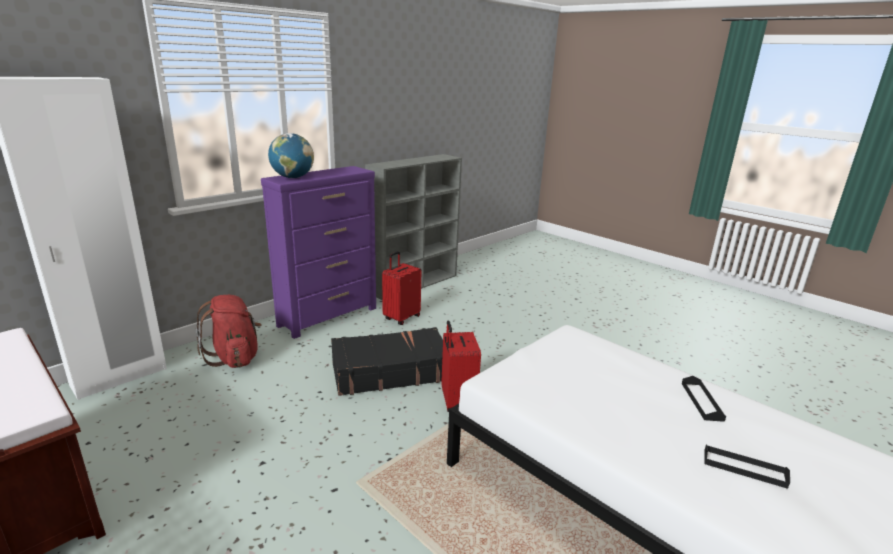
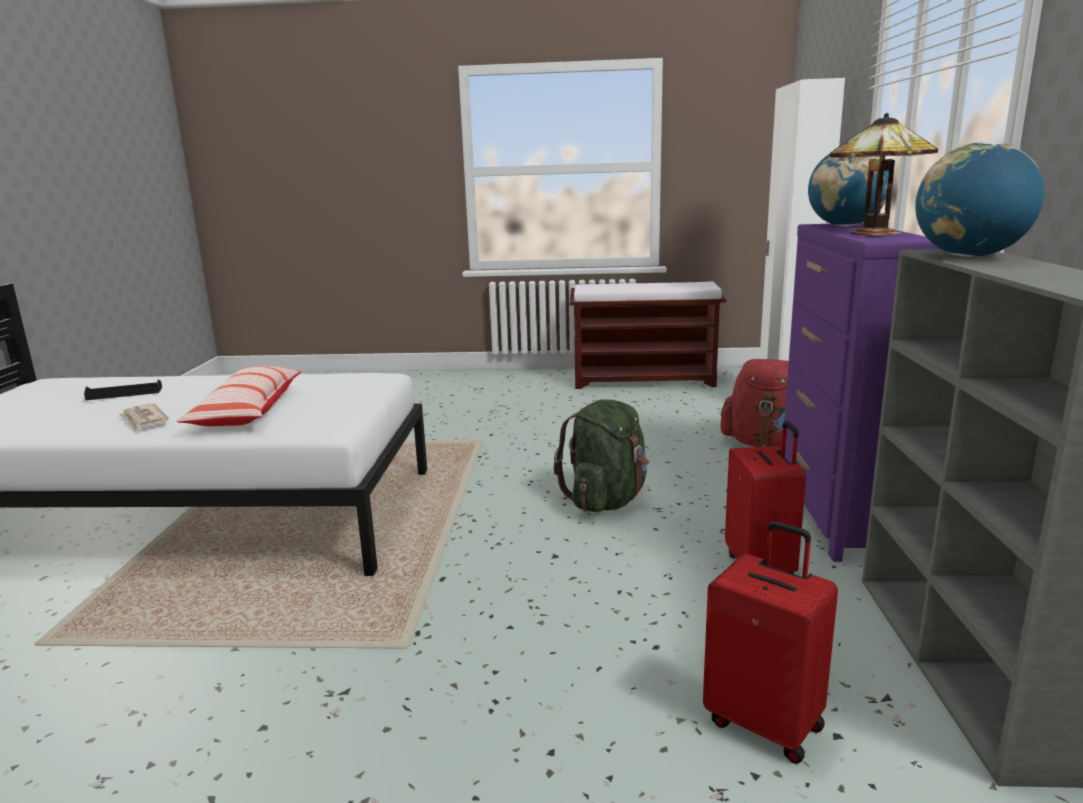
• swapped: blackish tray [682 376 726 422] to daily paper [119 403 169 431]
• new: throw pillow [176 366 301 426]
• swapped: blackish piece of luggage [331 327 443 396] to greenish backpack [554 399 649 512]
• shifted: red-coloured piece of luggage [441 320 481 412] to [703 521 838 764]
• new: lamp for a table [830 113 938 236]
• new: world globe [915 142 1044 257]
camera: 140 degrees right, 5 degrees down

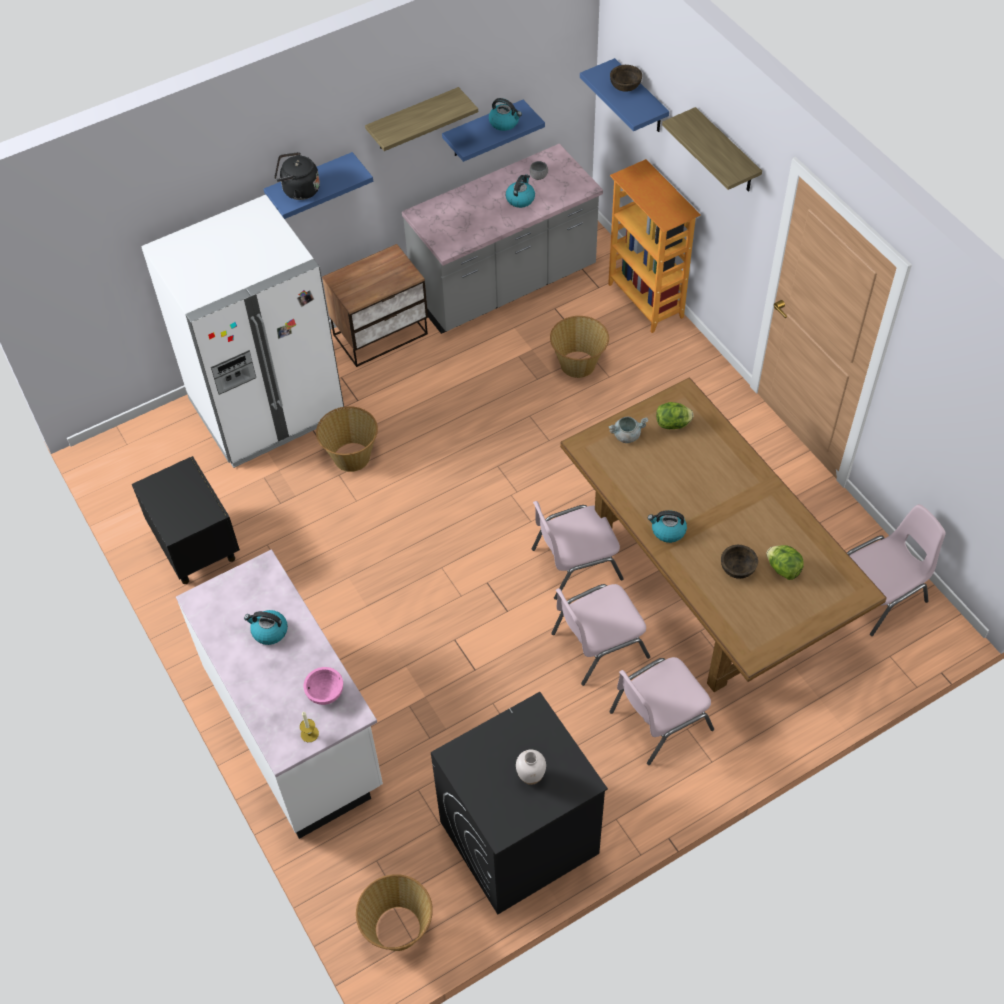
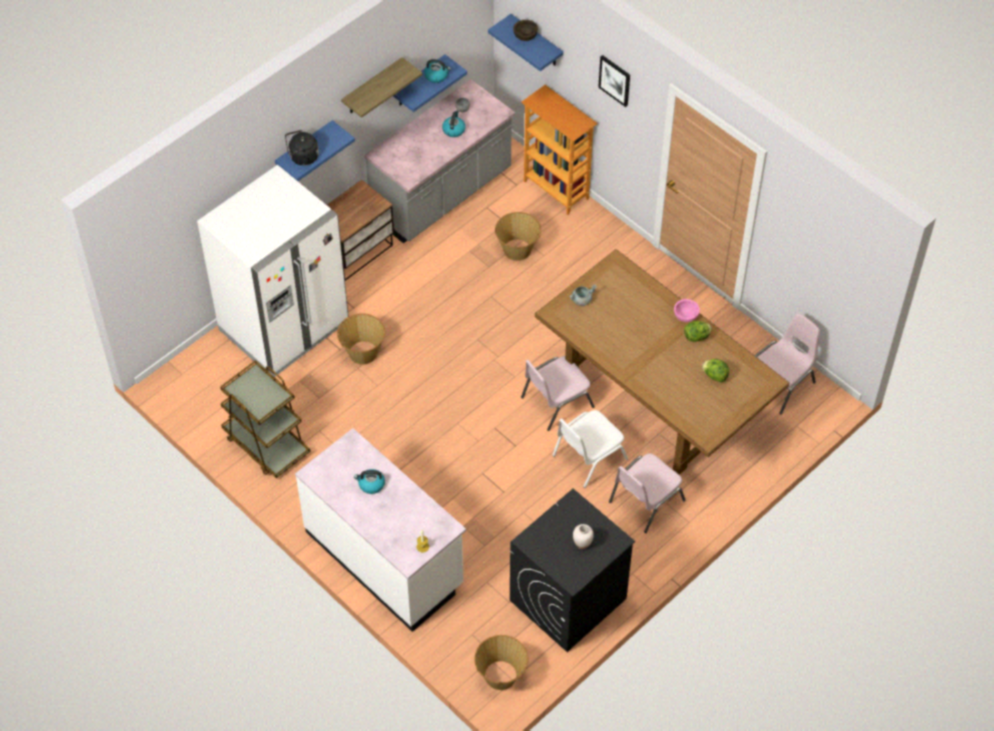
• swapped: blackish night table [132 456 240 584] to brown cart [220 360 310 478]
• repainted: pink chair [551 584 650 686] to white-coloured chair [552 410 628 488]
• swapped: wall shelf [662 107 762 192] to picture [598 55 630 107]
• shifted: pink deep dish [303 667 343 705] to [674 299 700 322]
• shifted: lettuce [656 402 693 429] to [684 321 712 342]
• gone: kettle [647 510 687 543]
• gone: brown deep dish [721 545 758 579]
camera: 15 degrees left, 0 degrees up

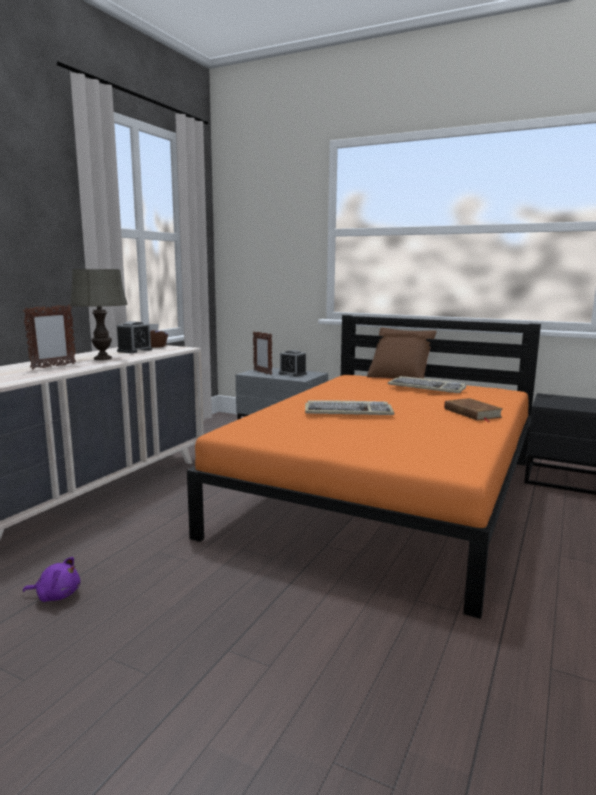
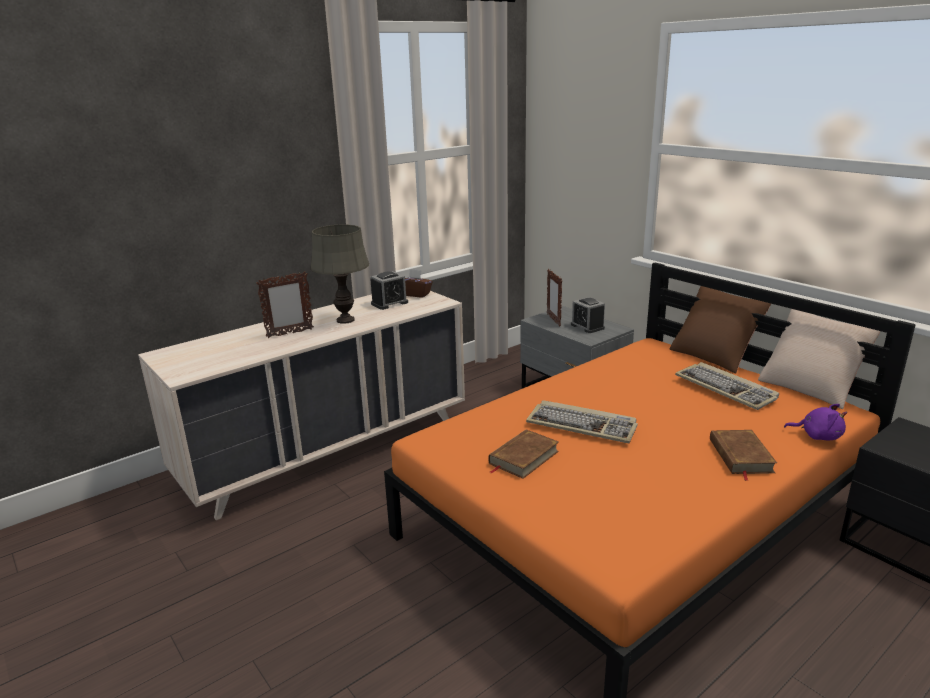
• new: brown volume [488 429 559 479]
• new: beige throw pillow [758 309 881 409]
• shifted: purplish soft toy [23 557 80 602] to [784 404 847 440]
camera: 25 degrees right, 10 degrees up

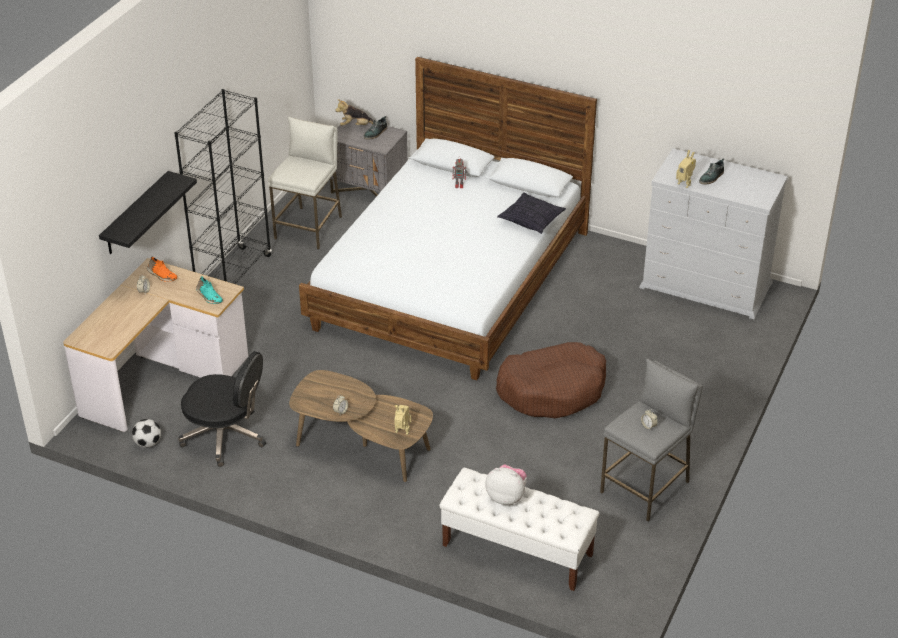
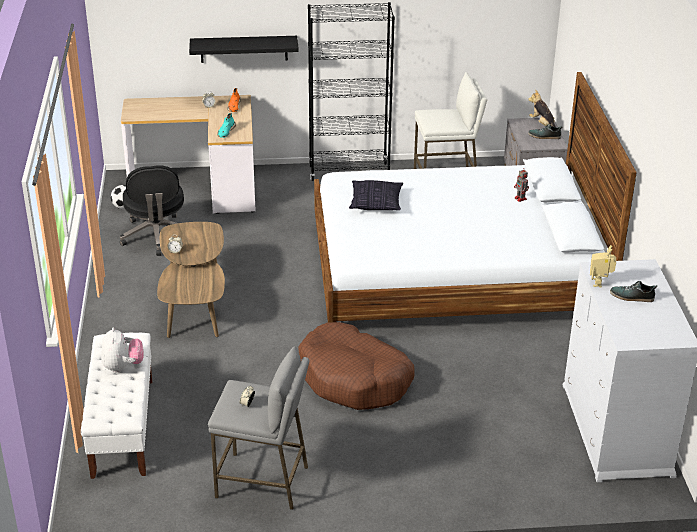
• shifted: throw pillow [497 192 566 234] to [349 180 403 210]
• gone: robot figure [394 405 411 435]
camera: 60 degrees right, 5 degrees down

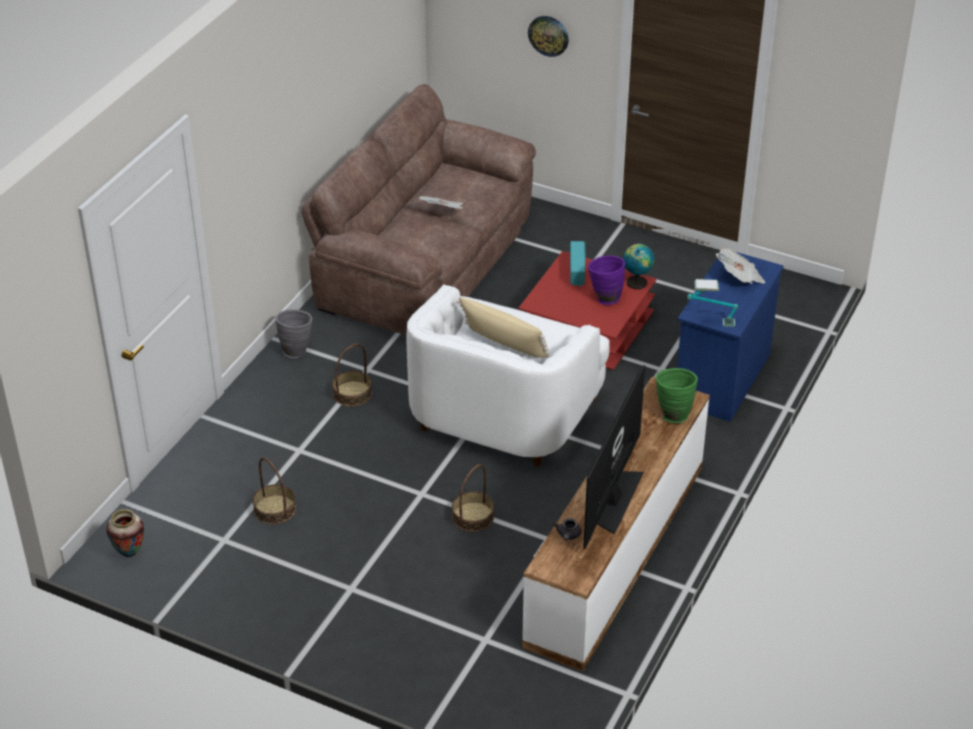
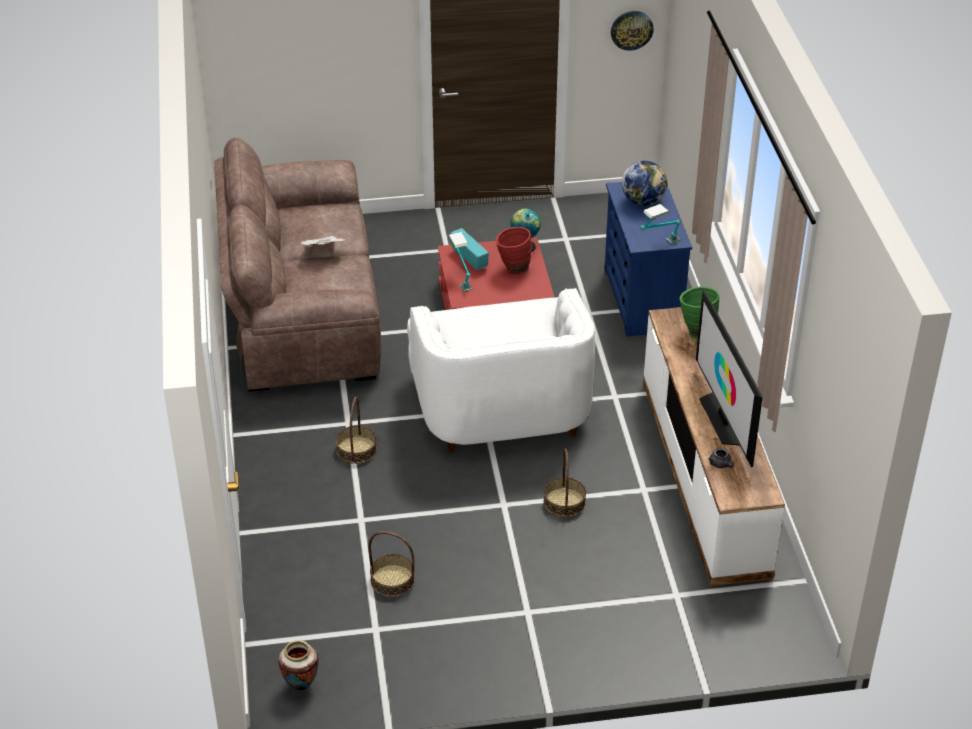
• new: lamp for a table [448 232 473 292]
• repainted: purplish vase [588 255 625 305] to red-coloured vase [496 227 532 276]
• shifted: clock on the wall [528 16 569 57] to [611 11 654 51]
• swapped: daily paper [716 248 765 284] to world globe [622 161 667 206]
• gone: grey vase [275 309 312 358]
• gone: beige throw pillow [456 298 551 358]
camera: 35 degrees left, 0 degrees up

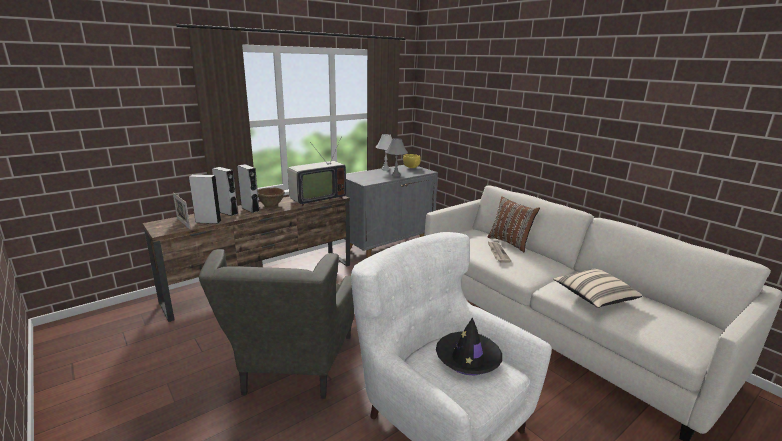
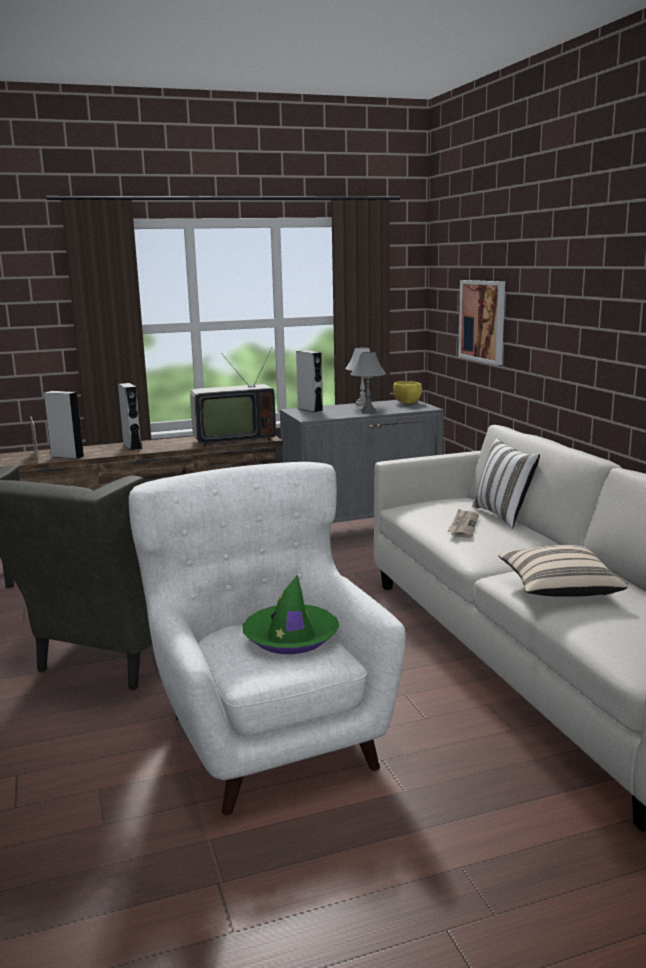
• repainted: blackish hat [436 317 502 375] to greenish hat [243 575 339 654]
• shifted: grey loudspeaker [212 167 238 216] to [296 350 323 412]
• new: picture [458 280 505 365]
• repainted: brown throw pillow [488 196 540 252] to white-coloured throw pillow [472 439 540 529]
• gone: brown deep dish [258 188 285 208]
camera: 20 degrees right, 5 degrees down

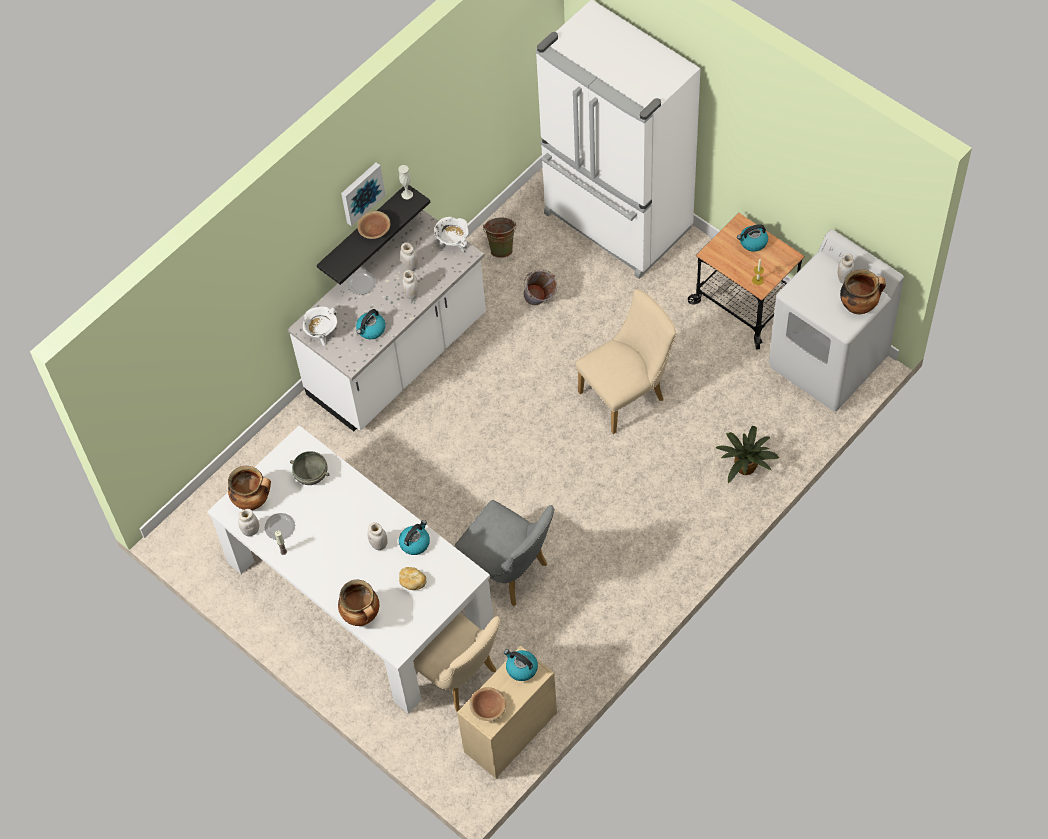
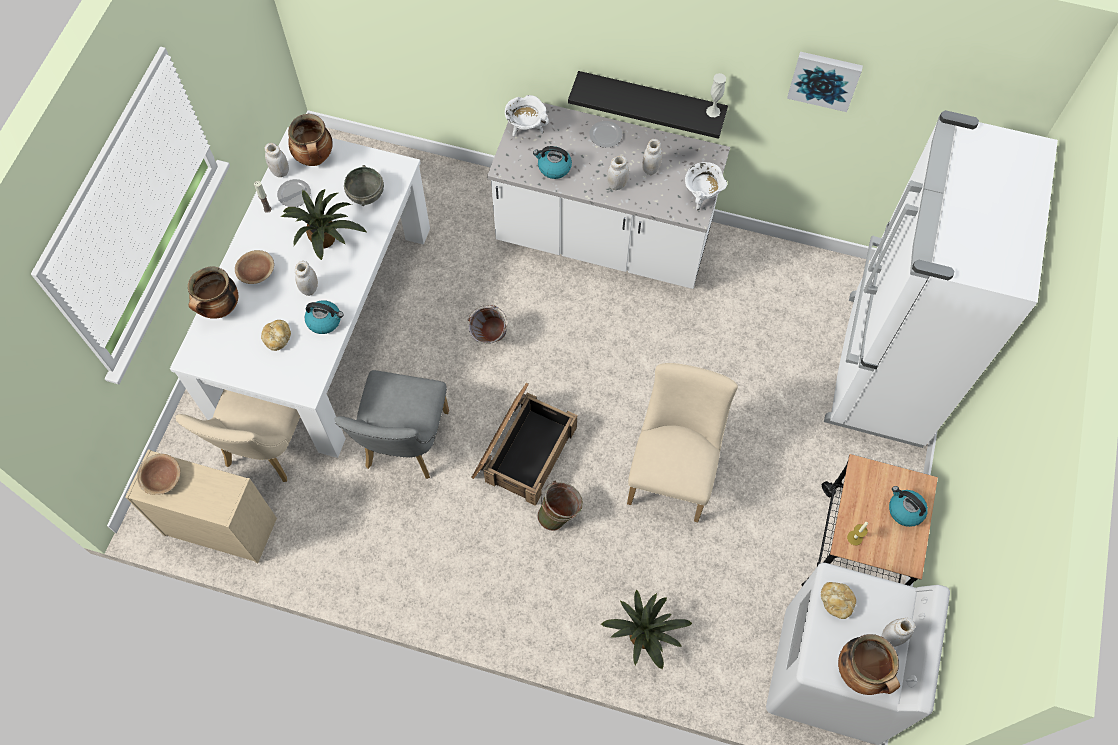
• shifted: brown deep dish [357 211 391 239] to [235 250 274 284]
• new: houseplant [281 189 367 260]
• shifted: grey water bucket [523 269 557 305] to [468 305 507 344]
• new: crate [471 383 577 506]
• shifted: greenish water bucket [483 218 516 258] to [537 480 583 531]
• rotated: beige chair [576 290 676 434] = [627 363 738 522] 105 degrees counterclockwise
• shifted: picture [341 163 385 226] to [787 52 863 112]
• new: bread [821 582 856 619]
• gone: kettle [504 649 538 681]
camera: 60 degrees right, 5 degrees up

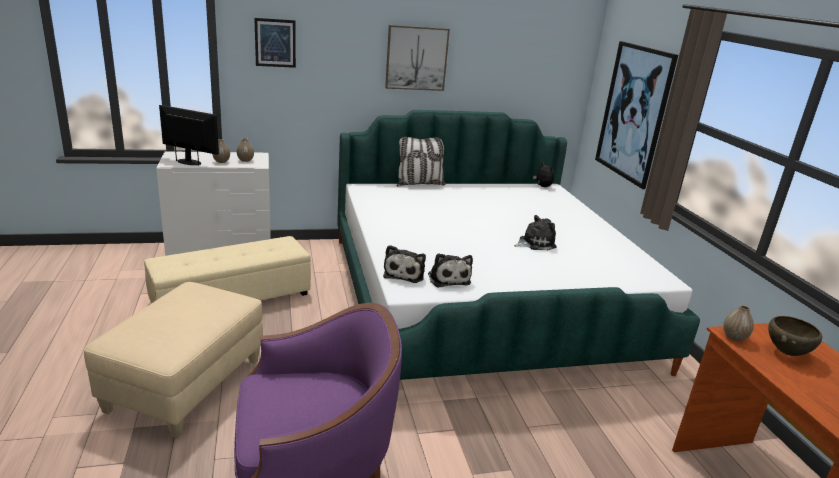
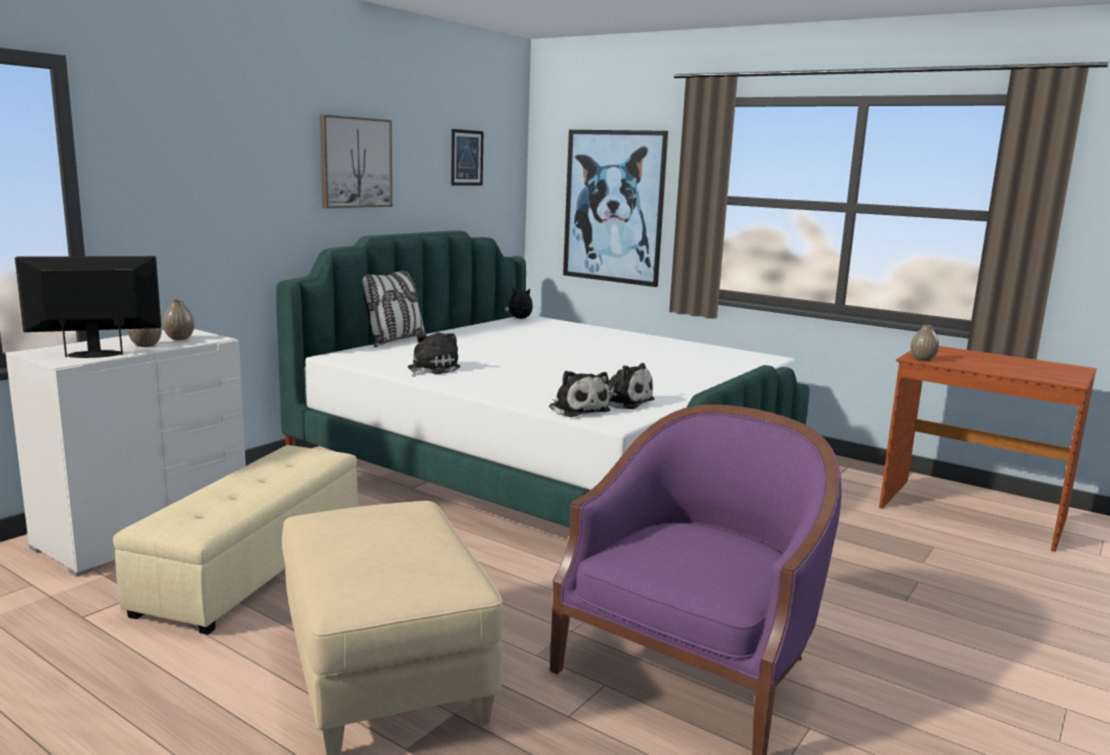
• shifted: soft toy [514 215 557 250] to [408 332 460 377]
• shifted: picture [254 18 296 68] to [451 129 483 185]
• gone: brown deep dish [768 316 822 356]
camera: 40 degrees left, 10 degrees down

